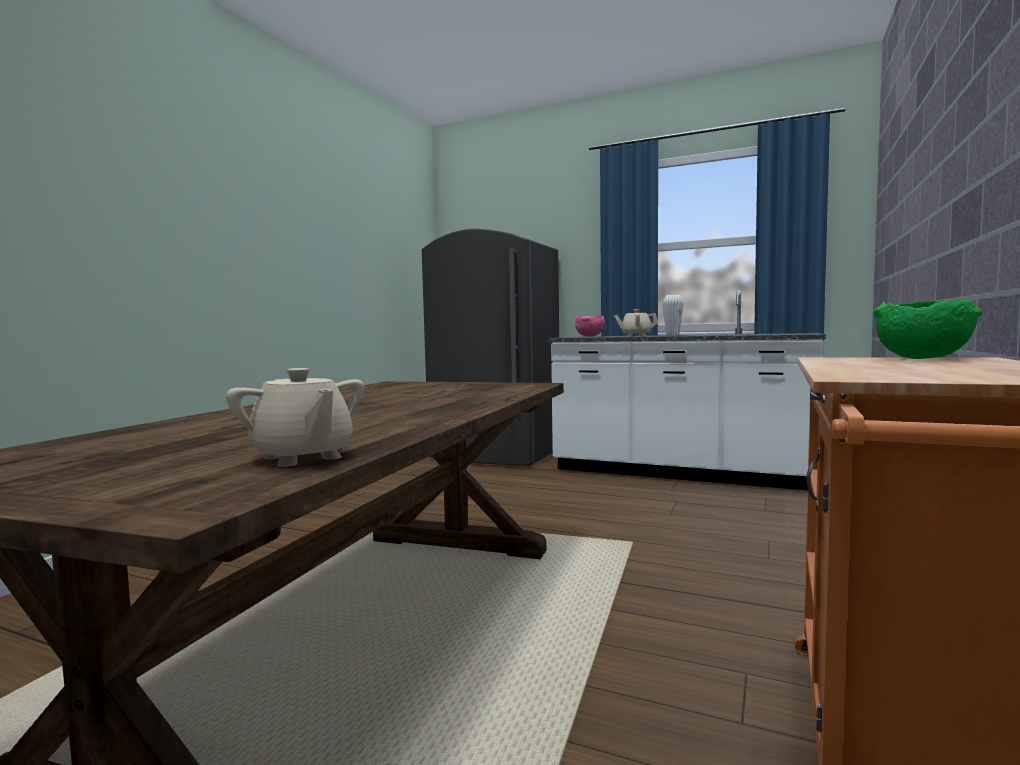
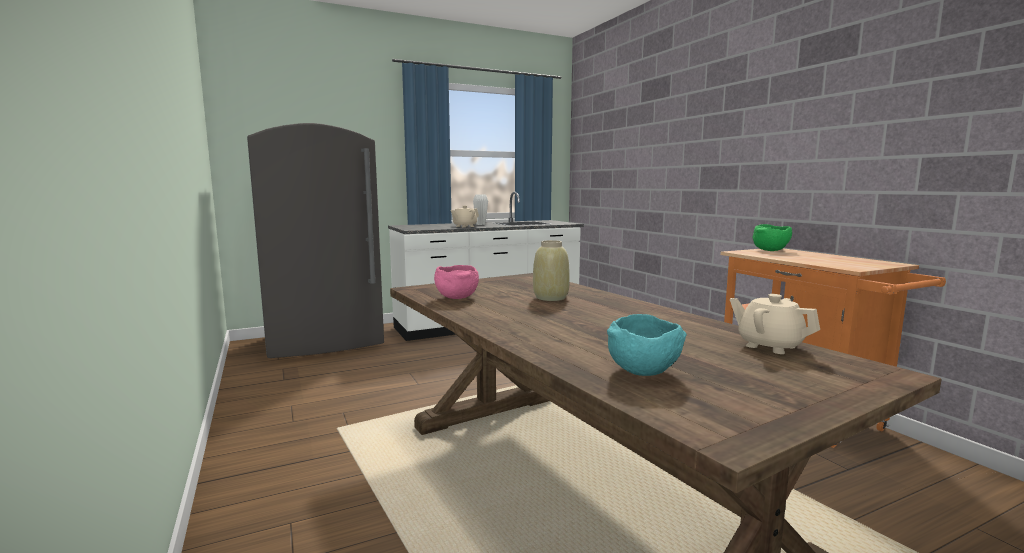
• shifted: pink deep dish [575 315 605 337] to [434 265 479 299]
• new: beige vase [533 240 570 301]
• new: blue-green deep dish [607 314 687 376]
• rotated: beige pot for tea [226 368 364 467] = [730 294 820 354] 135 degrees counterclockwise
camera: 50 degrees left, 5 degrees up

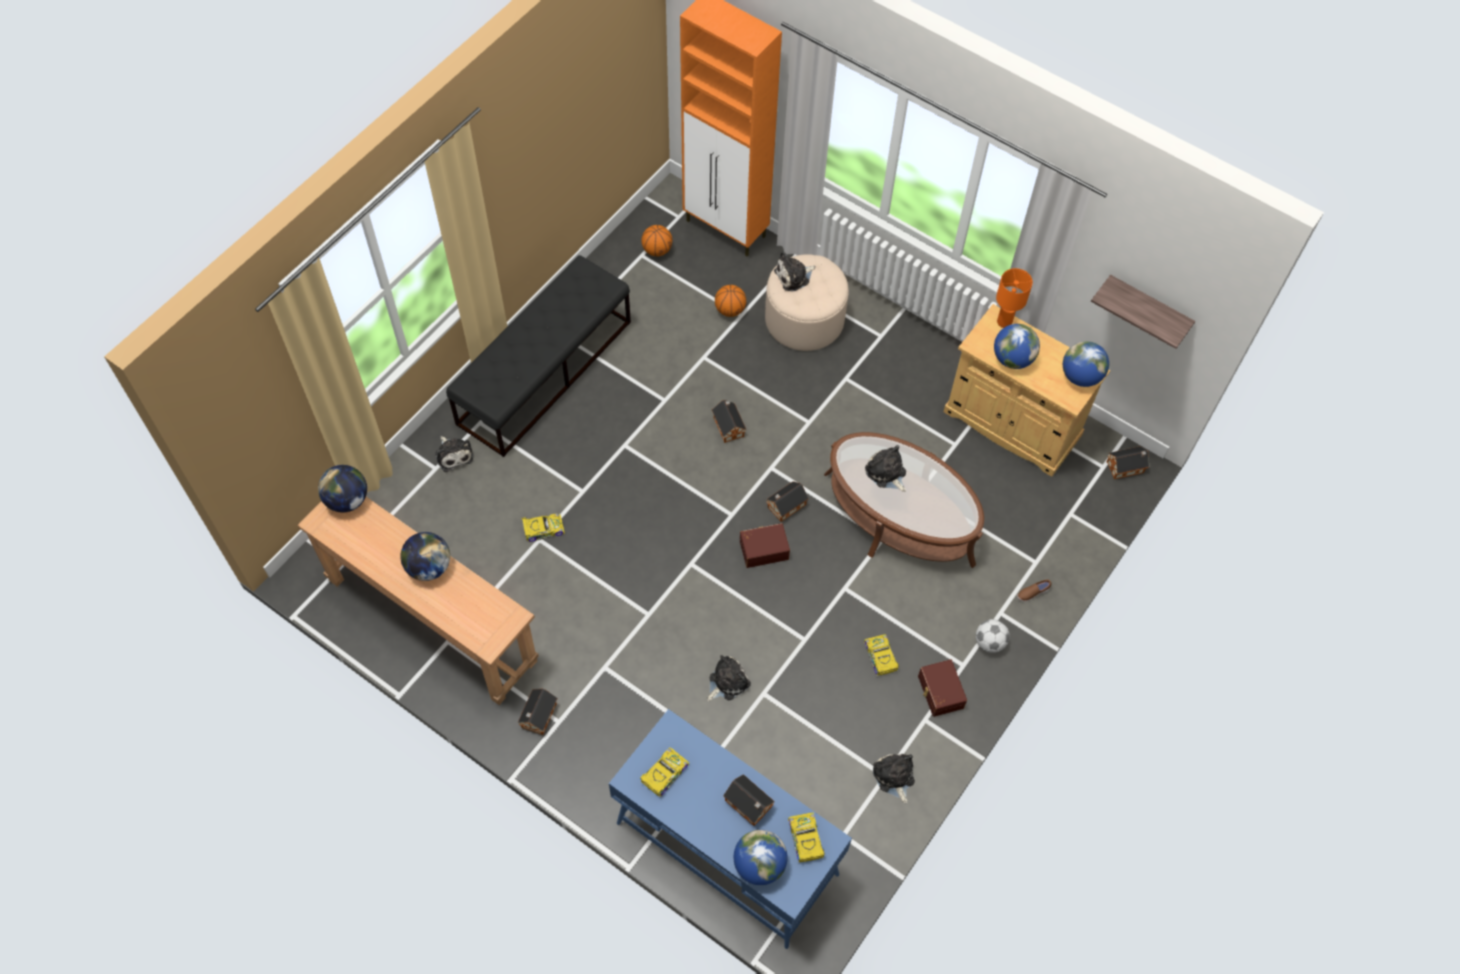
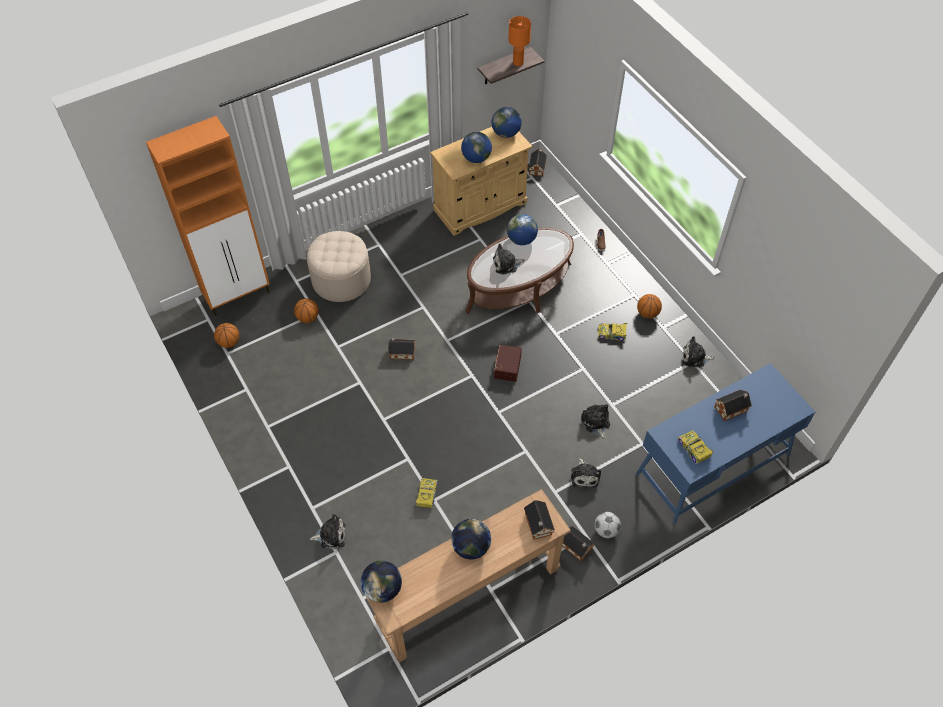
• shifted: world globe [734 830 788 885] to [507 214 538 245]
• shifted: orange lamp for a table [996 268 1033 328] to [509 16 531 66]
• shifted: toy house [766 481 809 522] to [524 500 555 540]
• shifted: soft toy [774 251 816 292] to [571 458 601 487]
• shifted: ball for football [976 619 1010 653] to [595 512 621 538]
• swapped: brown storage bin [918 659 967 717] to basketball ball [637 294 662 318]
• gone: blackish long seat [446 255 631 457]
• gone: toy car [788 812 825 863]
camera: 65 degrees left, 5 degrees down

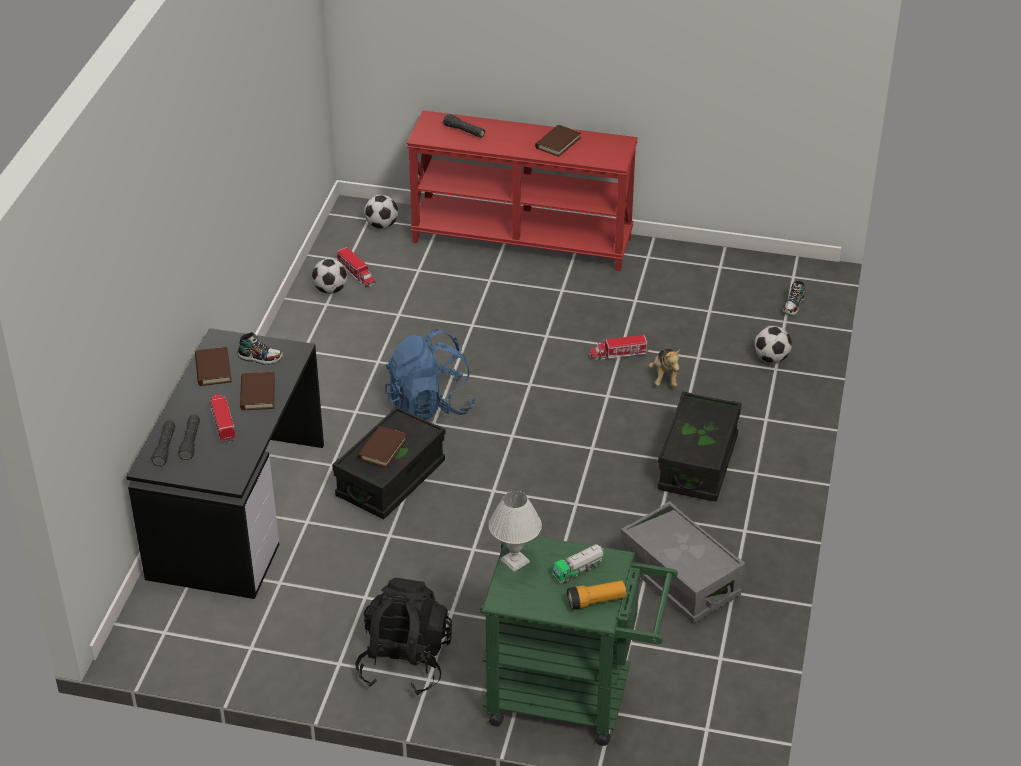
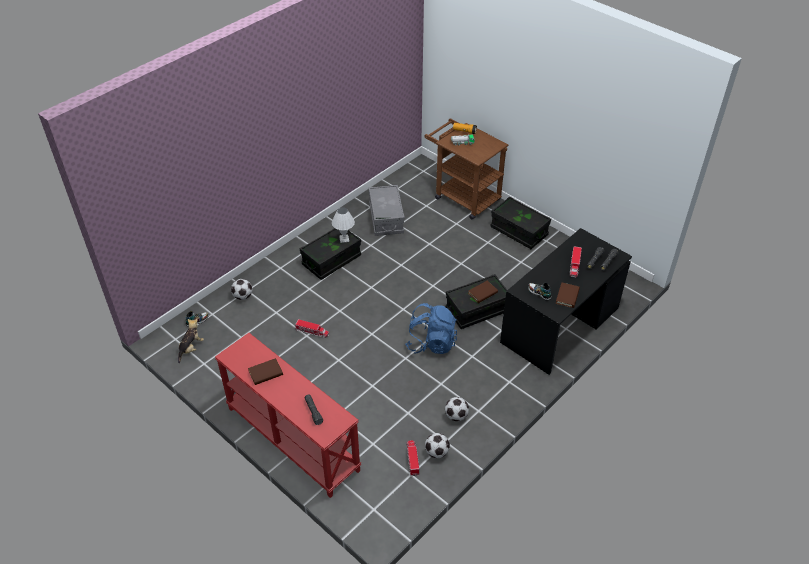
• shifted: soft toy [649 348 680 387] to [178 319 204 363]
• shifted: white-coloured lamp for a table [489 491 542 572] to [332 207 355 243]
• repainted: greenish cart [480 536 678 746] to brown cart [424 118 509 219]
• shifted: ball for football [364 195 398 229] to [445 397 469 421]
• swapped: blackish backpack [355 578 452 695] to blackish storage bin [491 196 551 249]
• gone: brown volume [240 372 275 410]
camera: 150 degrees left, 5 degrees up

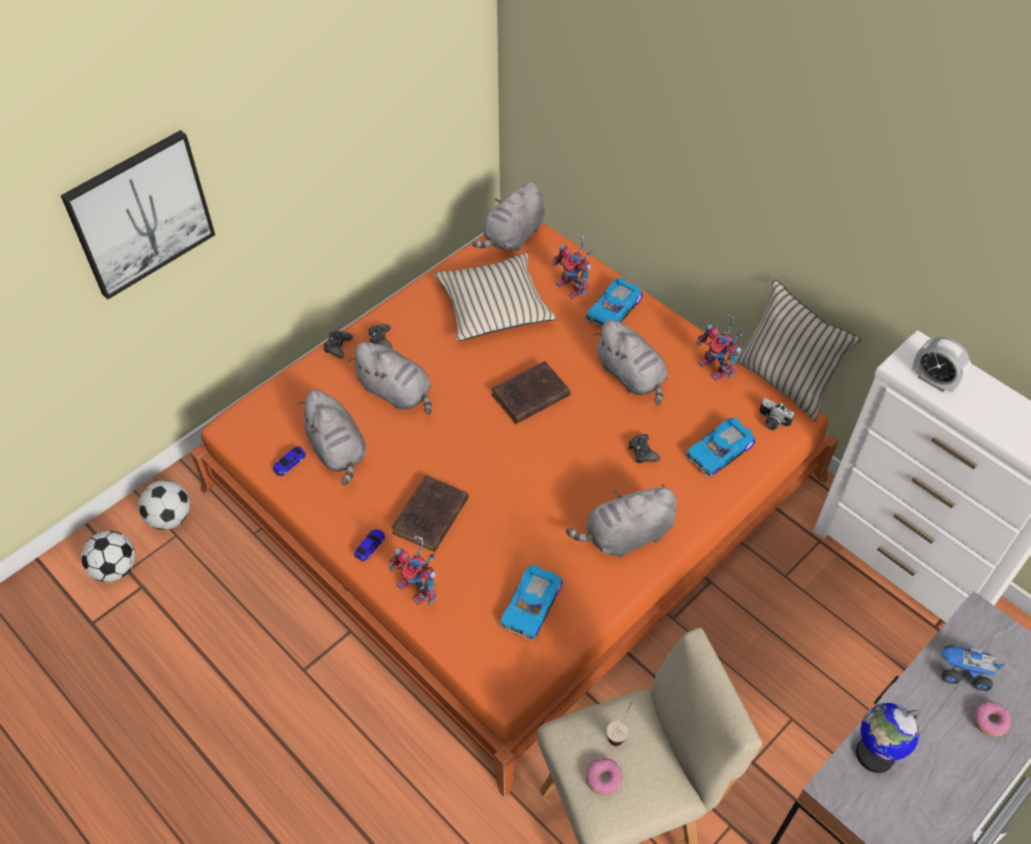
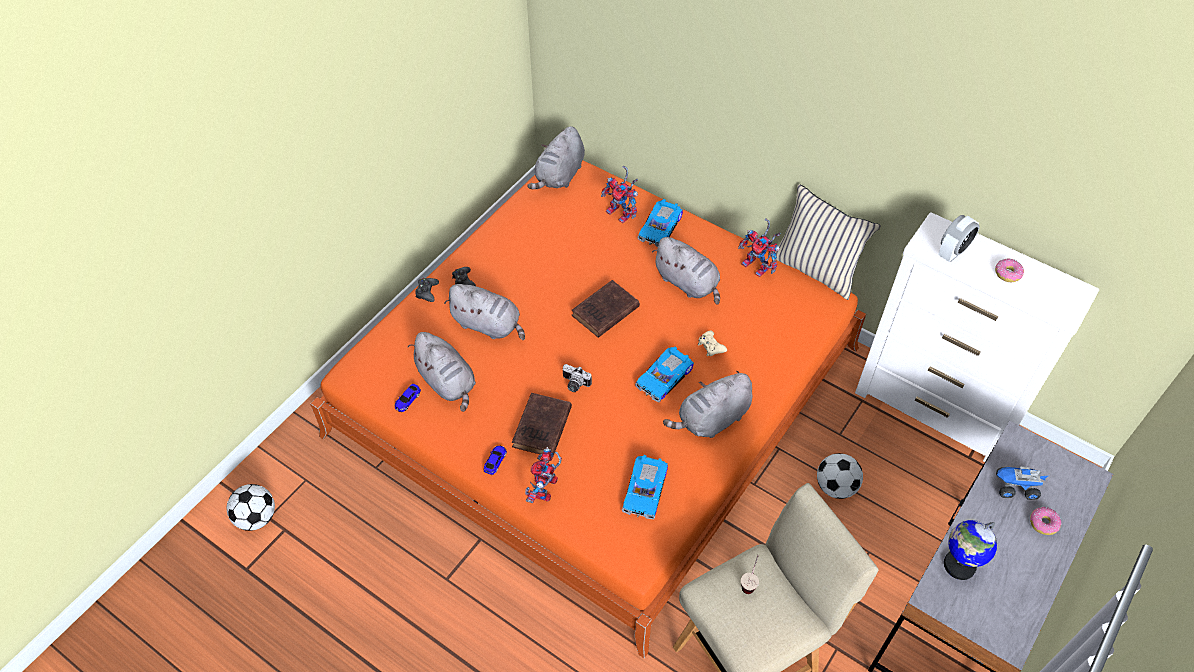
• rotated: robot figure [388 535 436 606] = [525 447 562 503] 75 degrees clockwise
• shifted: photo camera [759 398 794 430] to [562 364 592 392]
• shifted: toy car [685 418 756 478] to [635 347 694 402]
• repainted: blackish game controller [628 434 660 463] to beige game controller [698 330 727 356]
• shifted: ball for football [138 480 190 530] to [817 453 863 499]
• rotated: bedside clock [912 337 971 393] = [938 215 980 262] 75 degrees counterclockwise
• shifted: doughnut [586 758 623 795] to [995 259 1024 282]
• gone: picture [60 130 215 300]
• gone: beige throw pillow [434 253 557 341]
camera: 10 degrees left, 0 degrees up

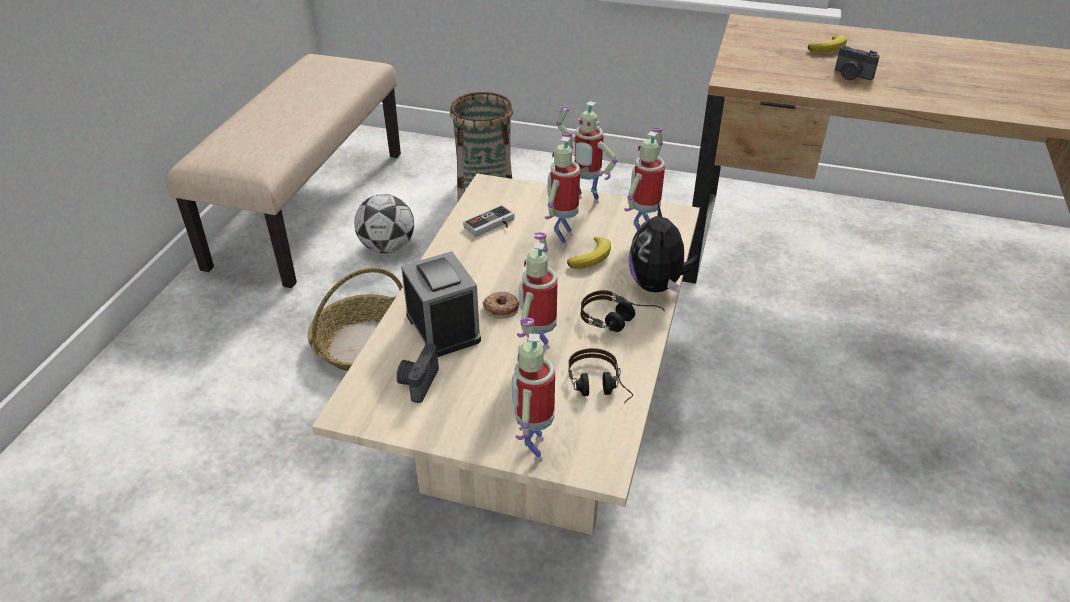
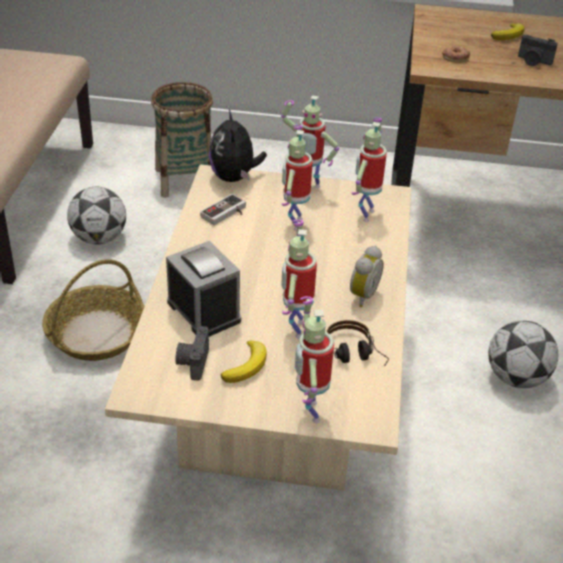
• shifted: soft toy [628 203 700 293] to [209 110 267 182]
• shifted: banana fruit [567 237 611 269] to [221 340 267 383]
• swapped: pair of headphones [581 290 665 332] to bedside clock [350 246 384 307]
• shifted: doughnut [483 292 519 319] to [442 46 470 63]
• new: ball for football [488 320 558 388]
camera: 10 degrees left, 0 degrees up

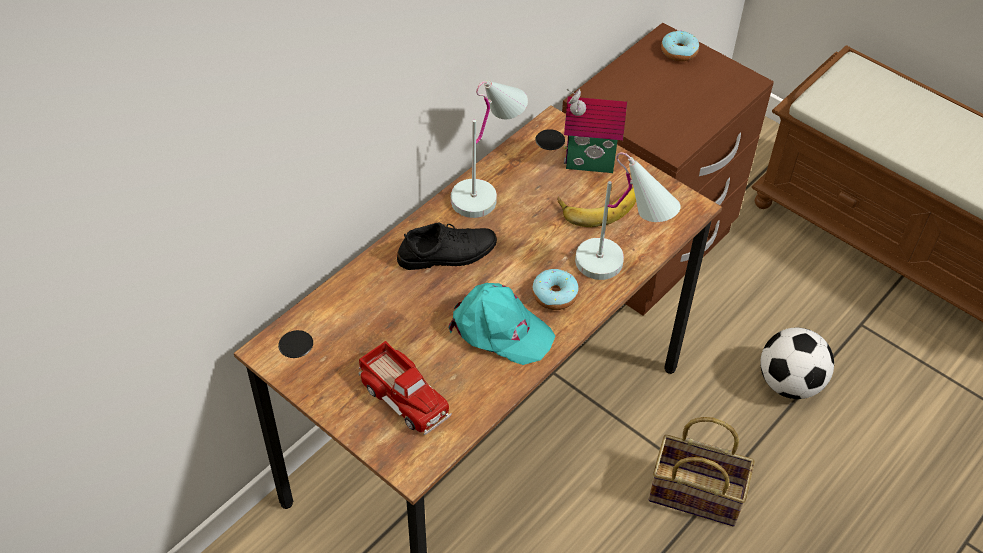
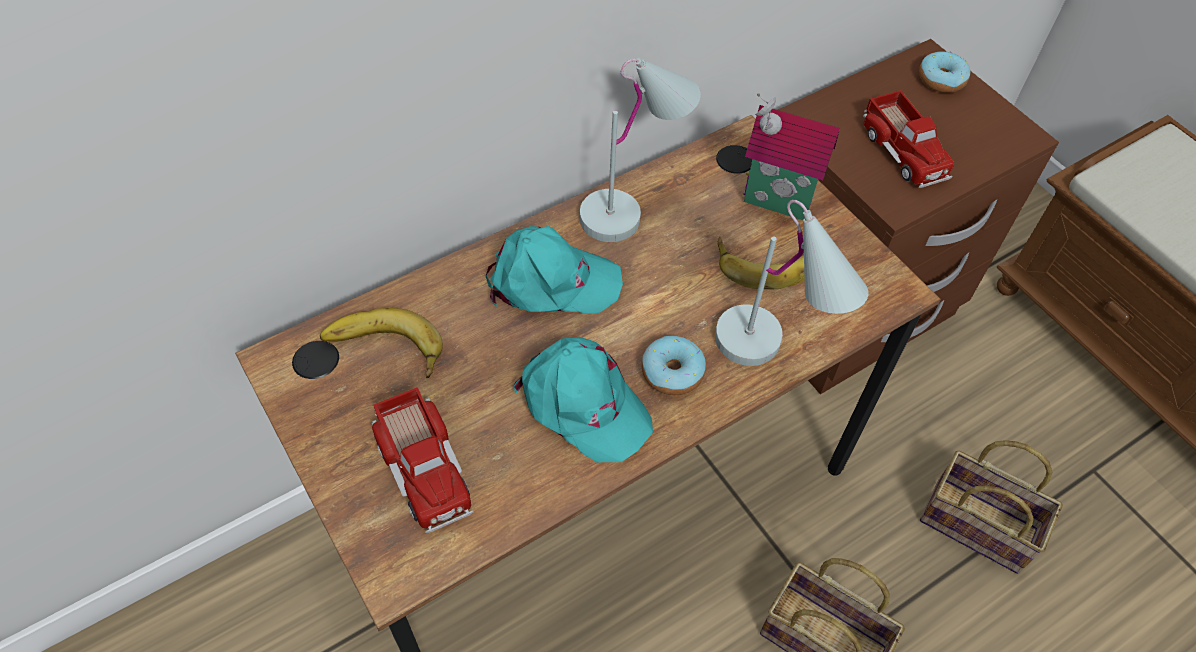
• new: banana fruit [320 308 443 379]
• swapped: blackish shoe [397 222 497 270] to blue-green baseball cap [486 226 623 314]
• new: toy lorry [863 90 954 188]
• swapped: ball for football [760 327 834 399] to household basket [920 440 1063 574]
camera: 15 degrees right, 5 degrees up

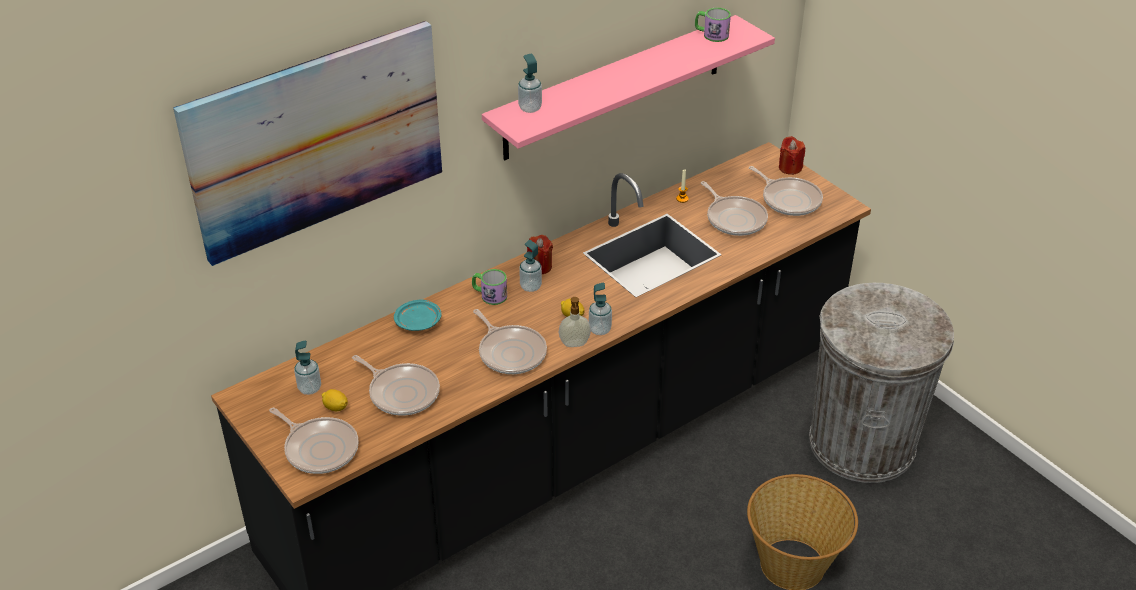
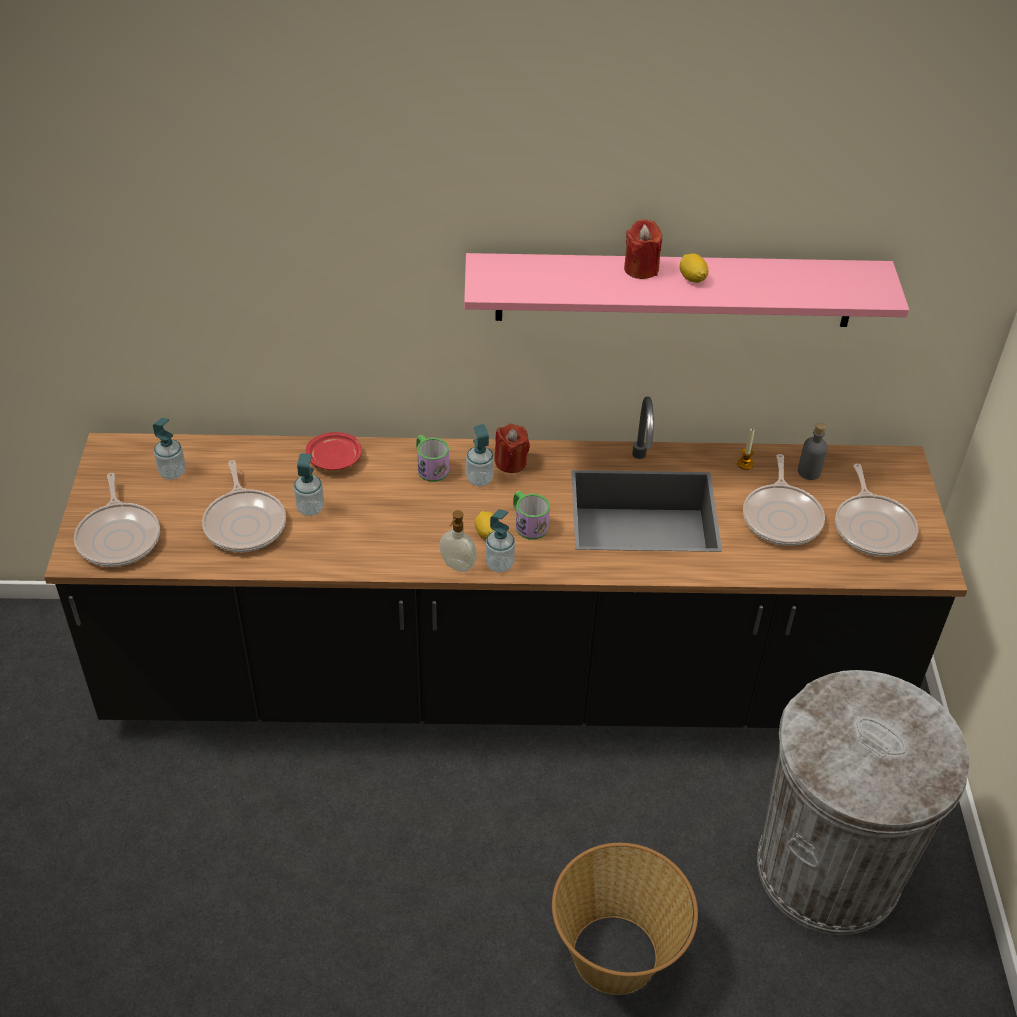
• shifted: soap dispenser [518 54 542 113] to [294 453 324 516]
• repainted: blue-green flat dish [394 299 441 331] to red-coloured flat dish [305 432 362 470]
• shifted: coffee mug [695 8 731 42] to [513 491 550 540]
• shifted: red-coloured candle [779 136 805 175] to [624 219 662 279]
• shifted: whole lemon [322 389 348 411] to [680 253 709 283]
• new: grey drink bottle [798 423 828 480]
• gone: picture [173 21 442 266]
• gone: frying pan [473 309 547 374]
camera: 35 degrees right, 5 degrees up

